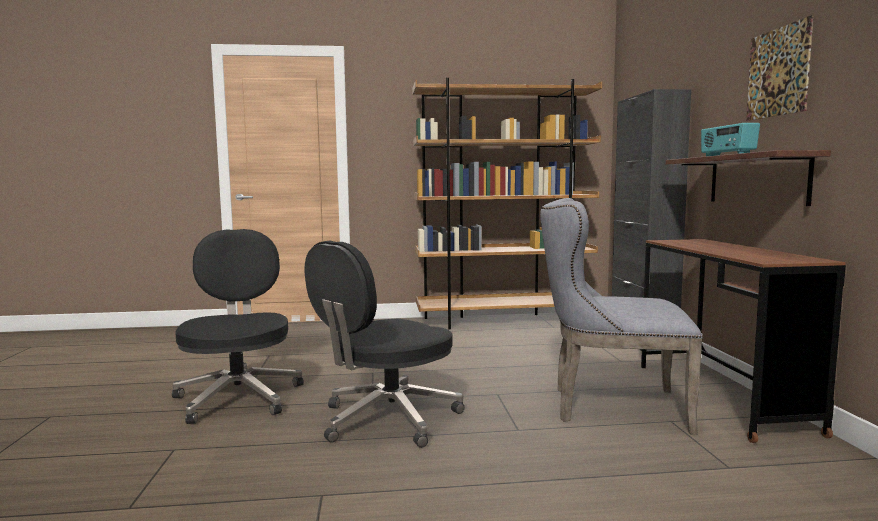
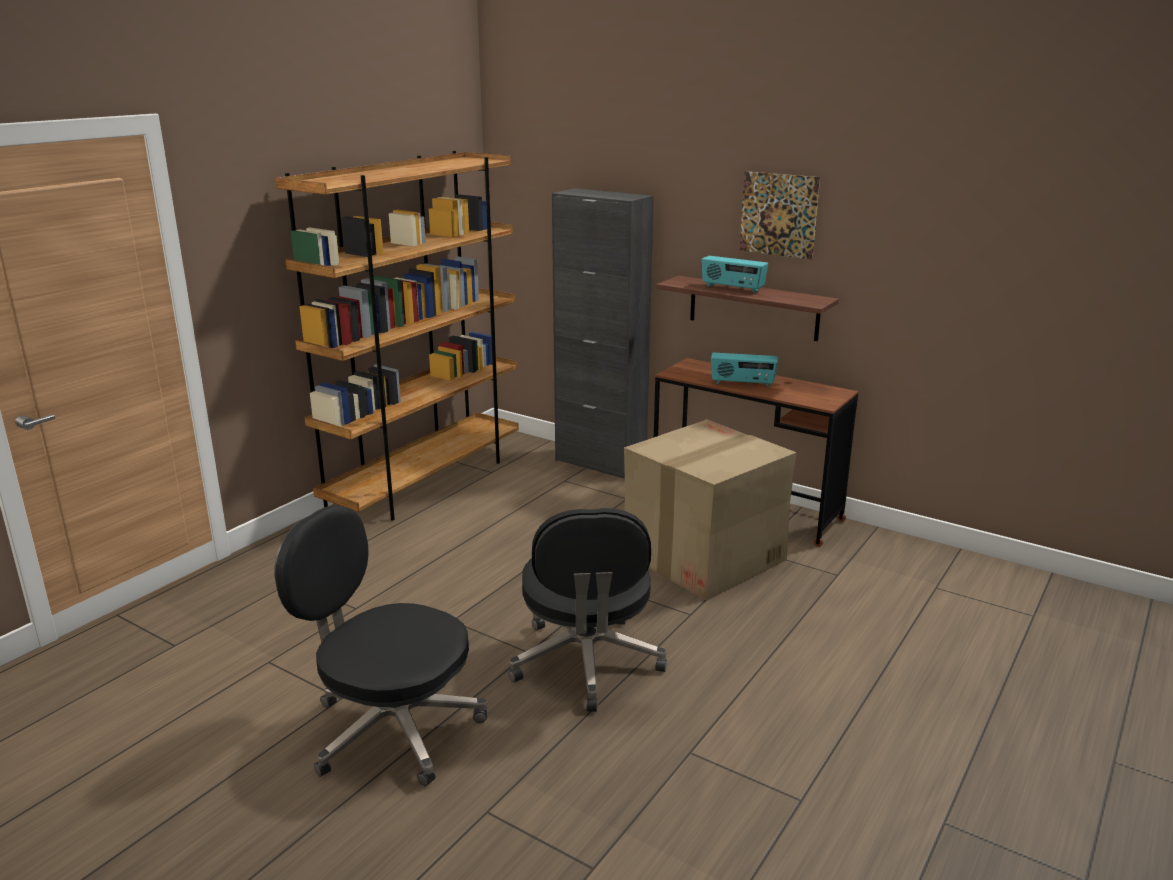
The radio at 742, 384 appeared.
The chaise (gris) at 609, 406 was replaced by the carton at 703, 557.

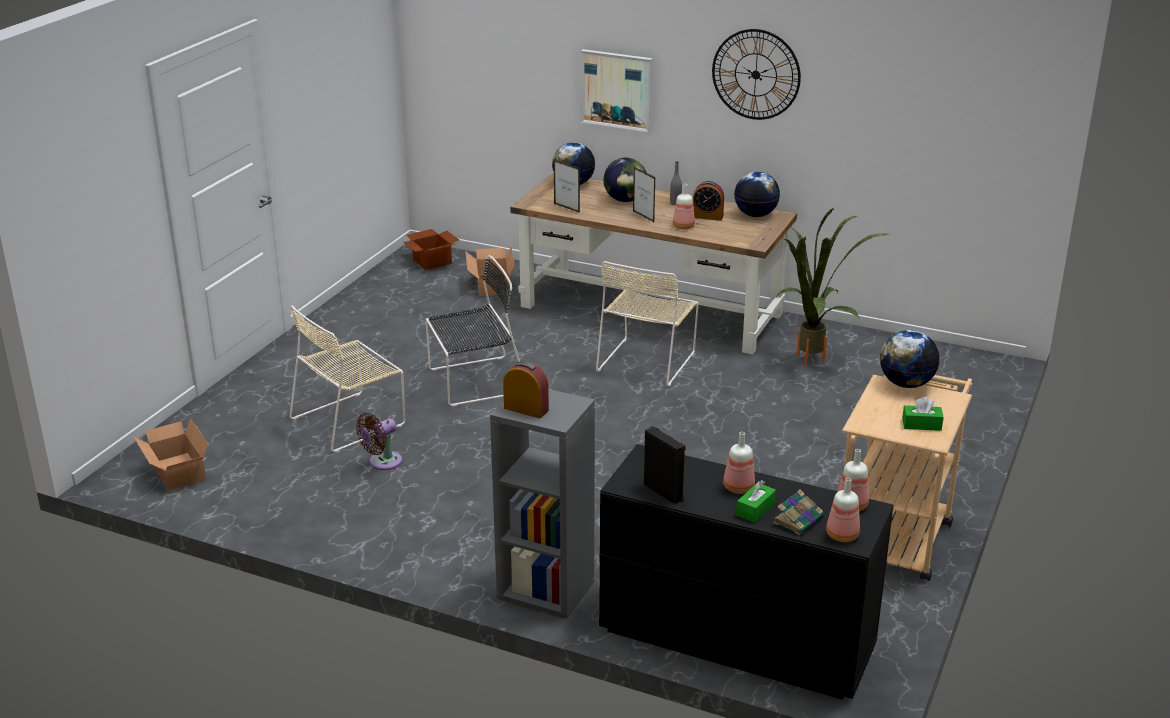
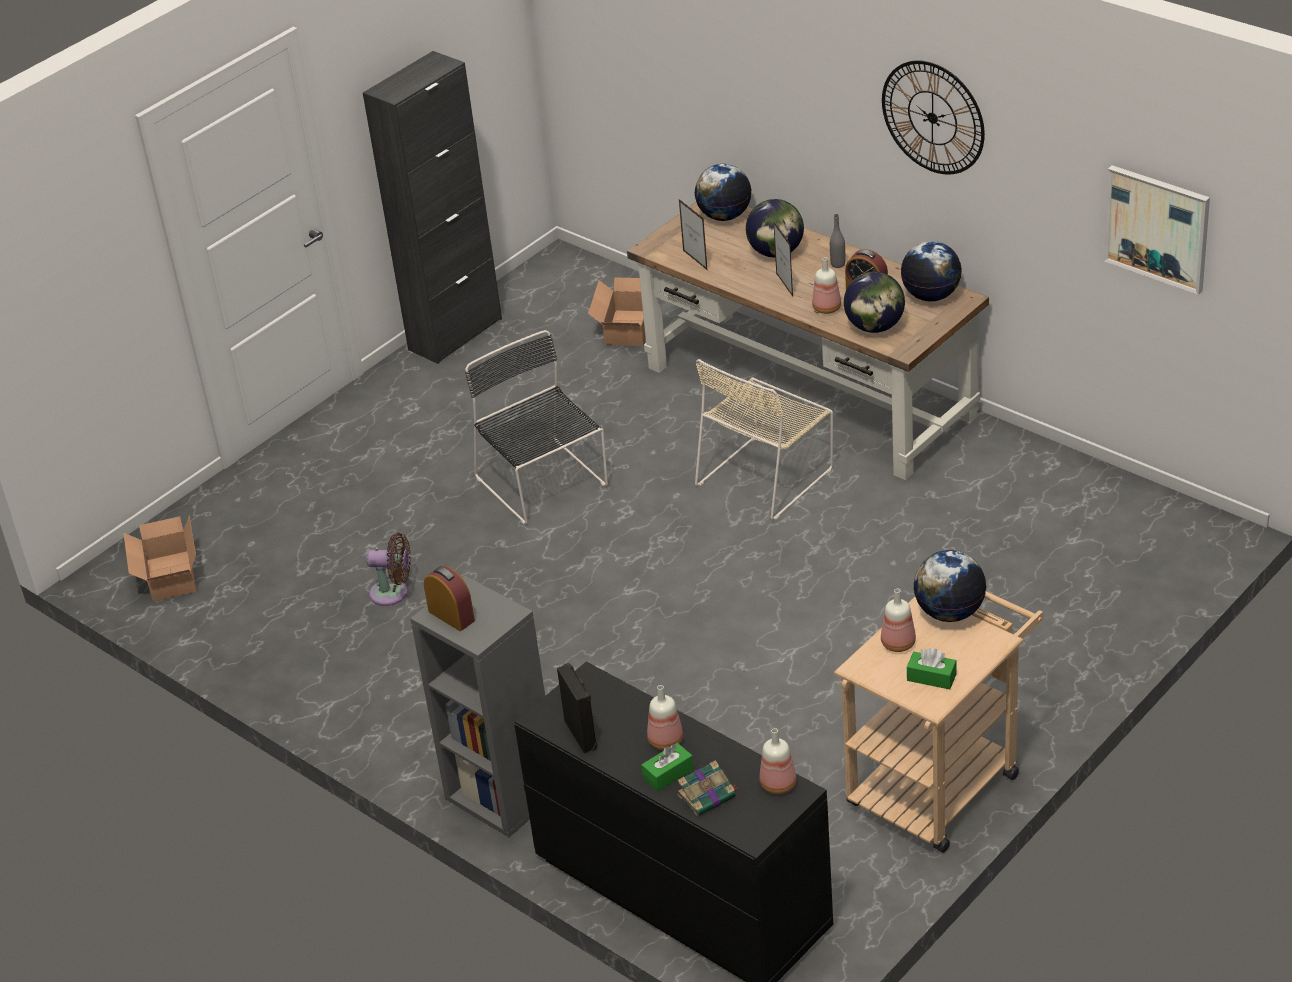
The chaise (beige) at 351, 420 disappeared.
The carton at 432, 261 disappeared.
The plante en pot at 811, 363 disappeared.
The meuble de rangement (noir) at 455, 334 appeared.
The globe at 874, 327 appeared.
The tableau moved from 617, 90 to 1157, 228.
The bouteille moved from 841, 535 to 897, 643.
The ventilateur (marron) at 382, 462 turned 150 degrees counterclockwise.
The chaise (noir) at 474, 381 turned 120 degrees counterclockwise.

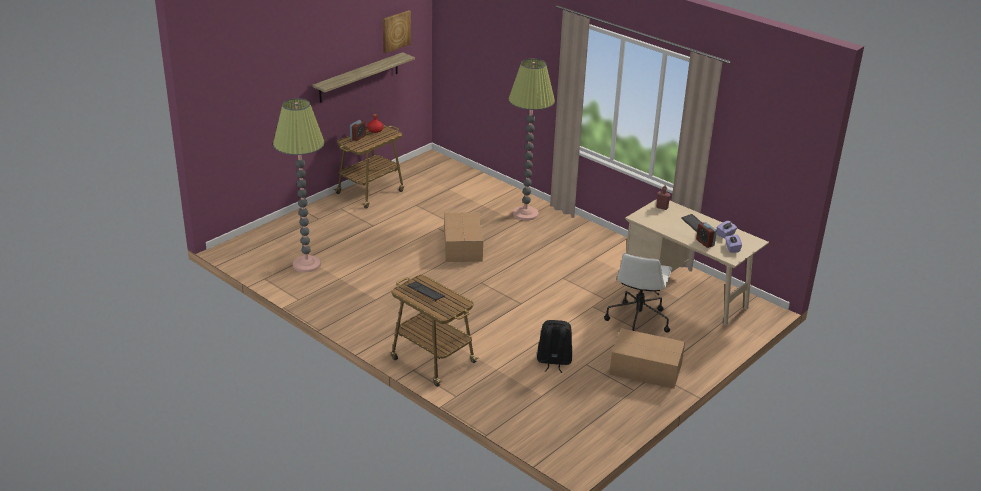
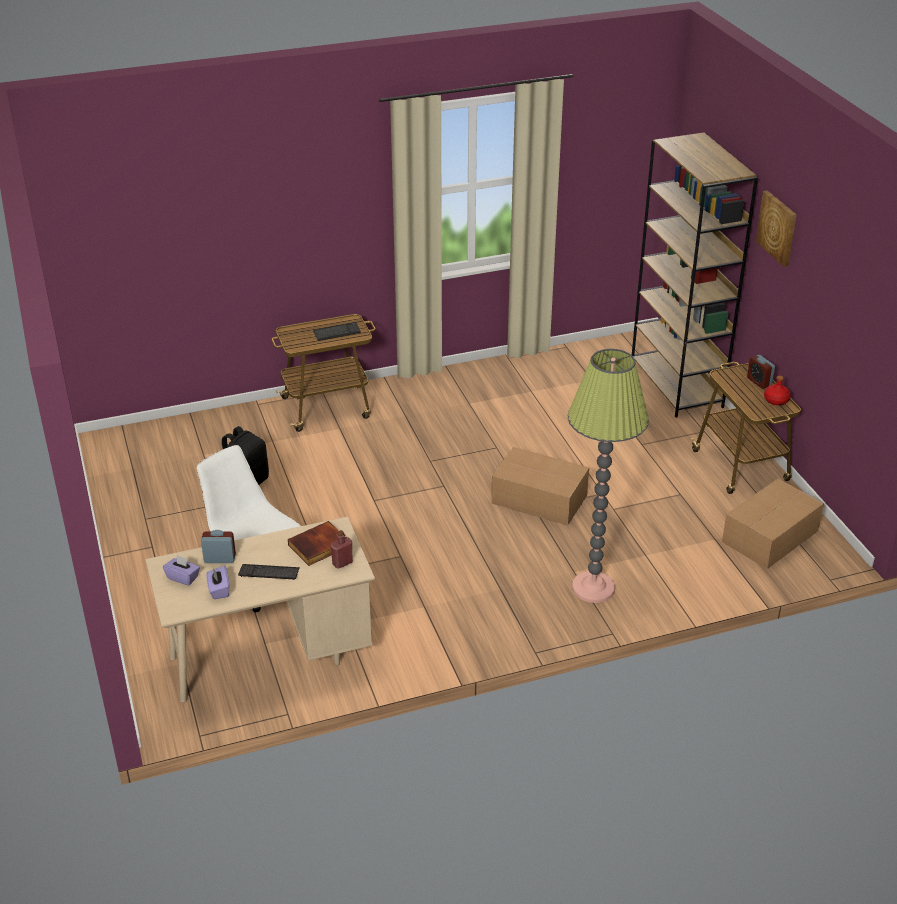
The lampadaire at 307, 264 disappeared.
The étagère at 359, 77 disappeared.
The livre at 319, 546 appeared.
The bibliothèque (marron) at 677, 385 appeared.
The tableau moved from 396, 31 to 777, 228.
The carton moved from 646, 369 to 768, 536.

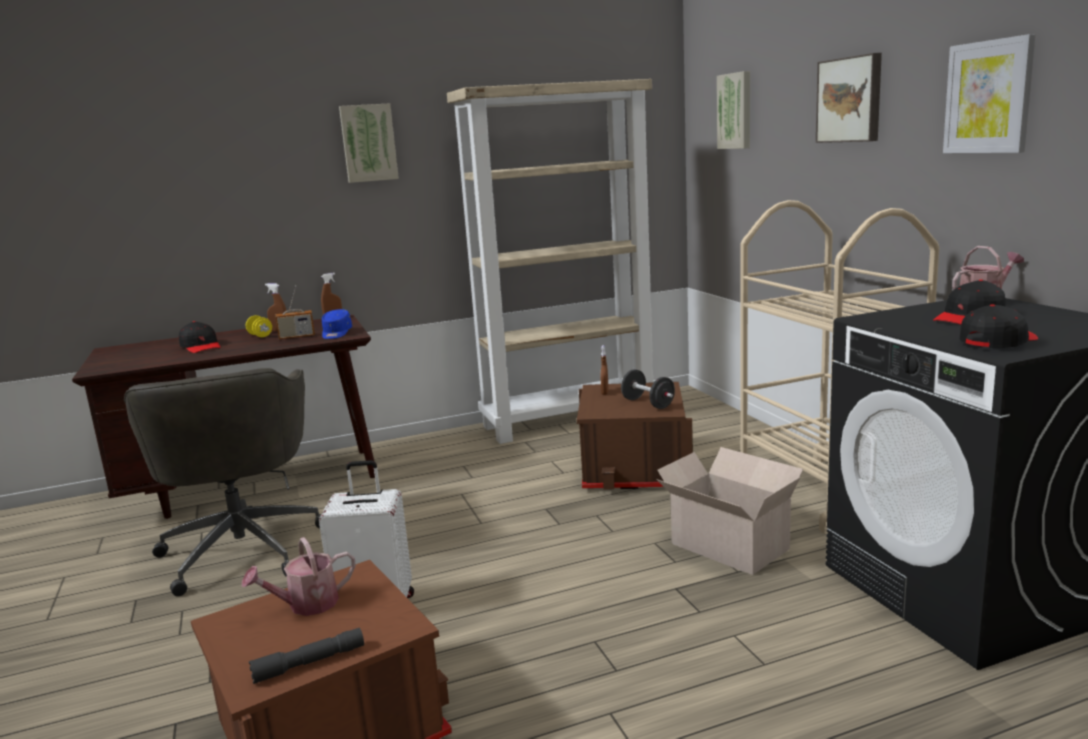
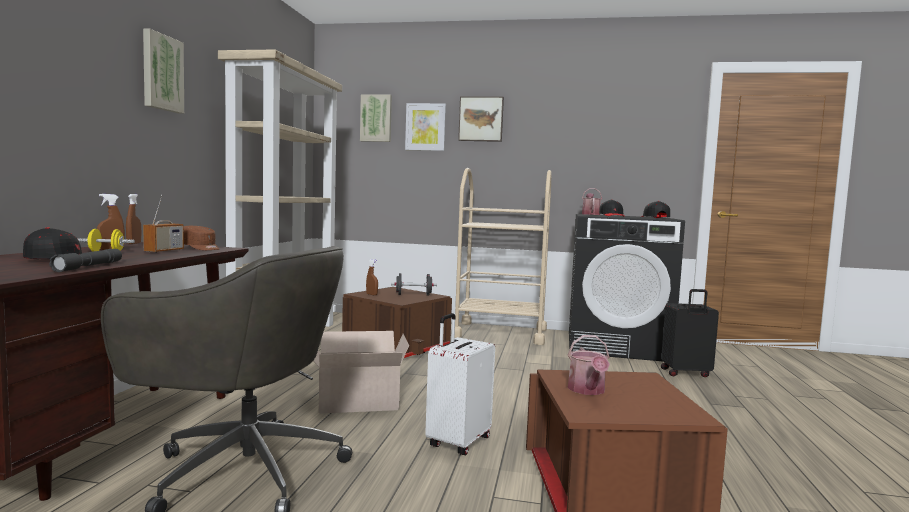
The valise (noir) at 685, 373 appeared.
The lampe de poche (gris) moved from 309, 663 to 89, 267.
The carton moved from 727, 545 to 355, 402.
The tableau moved from 989, 97 to 425, 127.
The casquette (bleu) at 336, 333 became the casquette (marron) at 201, 248.

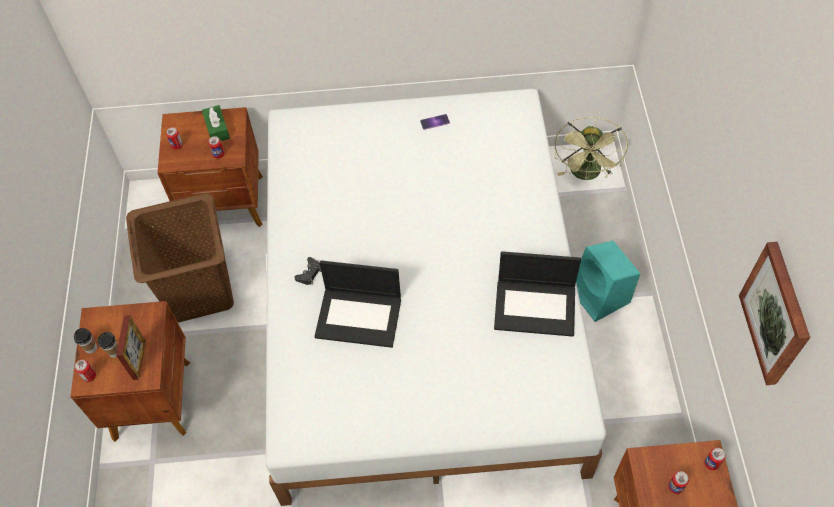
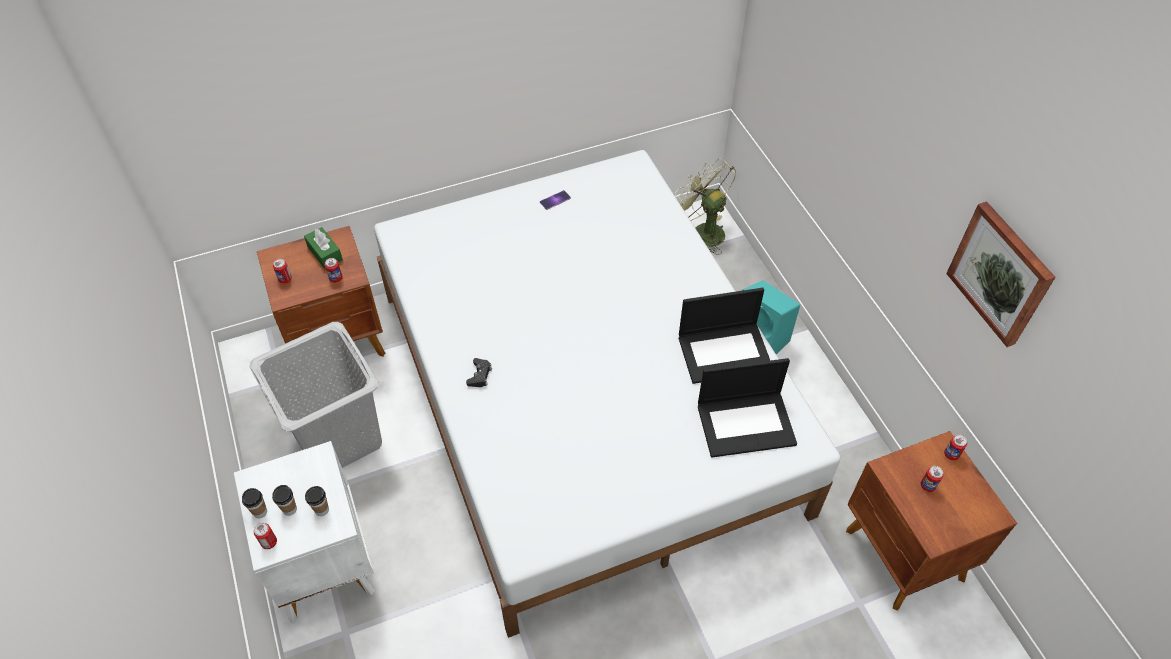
The ordinateur portable moved from 359, 317 to 746, 423.
The cadre photo at 139, 359 was replaced by the tasse at 322, 510.
The table de chevet (marron) at 154, 398 became the table de chevet (blanc) at 324, 564.
The panier à linge (marron) at 199, 290 became the panier à linge (gris) at 337, 437.
The ventilateur (vert) at 586, 174 turned 150 degrees clockwise.

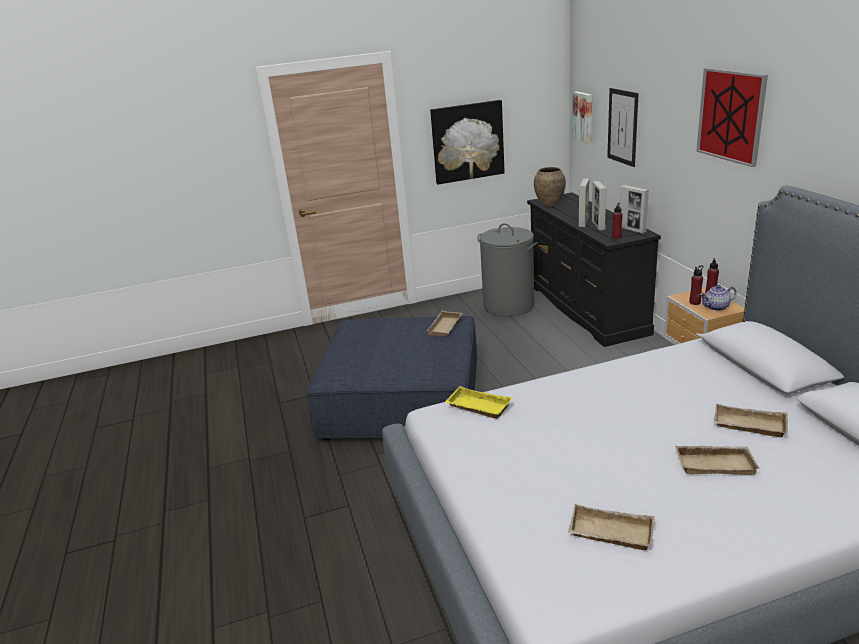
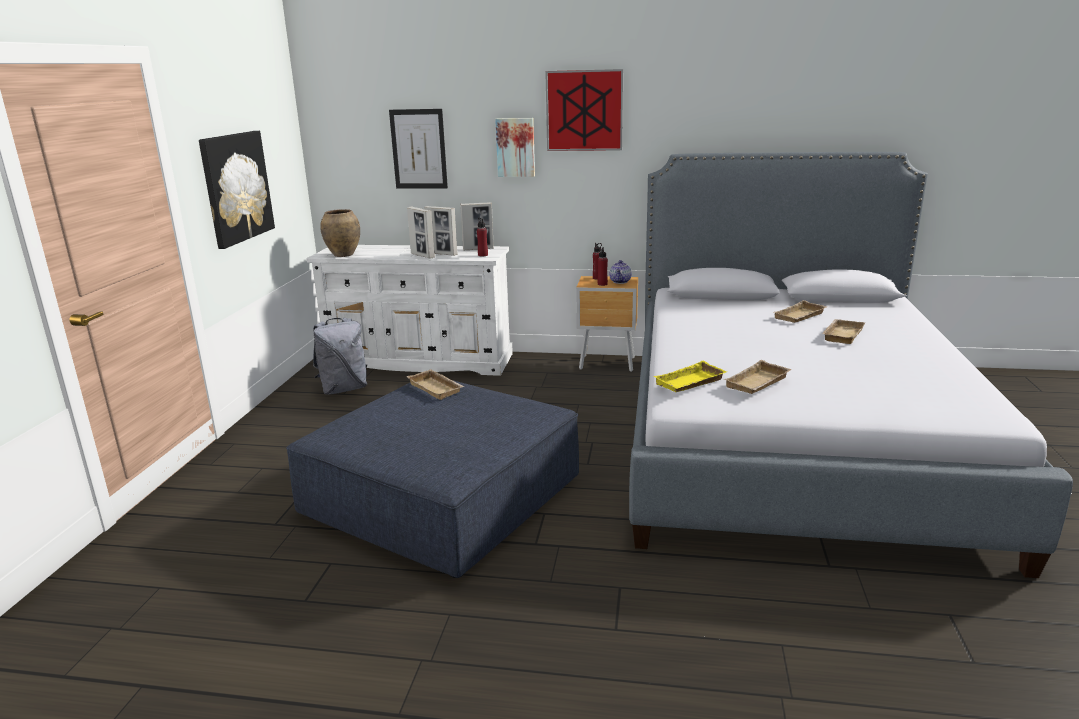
The plateau (beige) moved from 609, 534 to 758, 383.
The tableau moved from 584, 116 to 515, 147.
The panier à linge (gris) at 509, 305 was replaced by the sac à dos (gris) at 344, 389.
The commode (noir) at 586, 308 became the commode (blanc) at 420, 361.

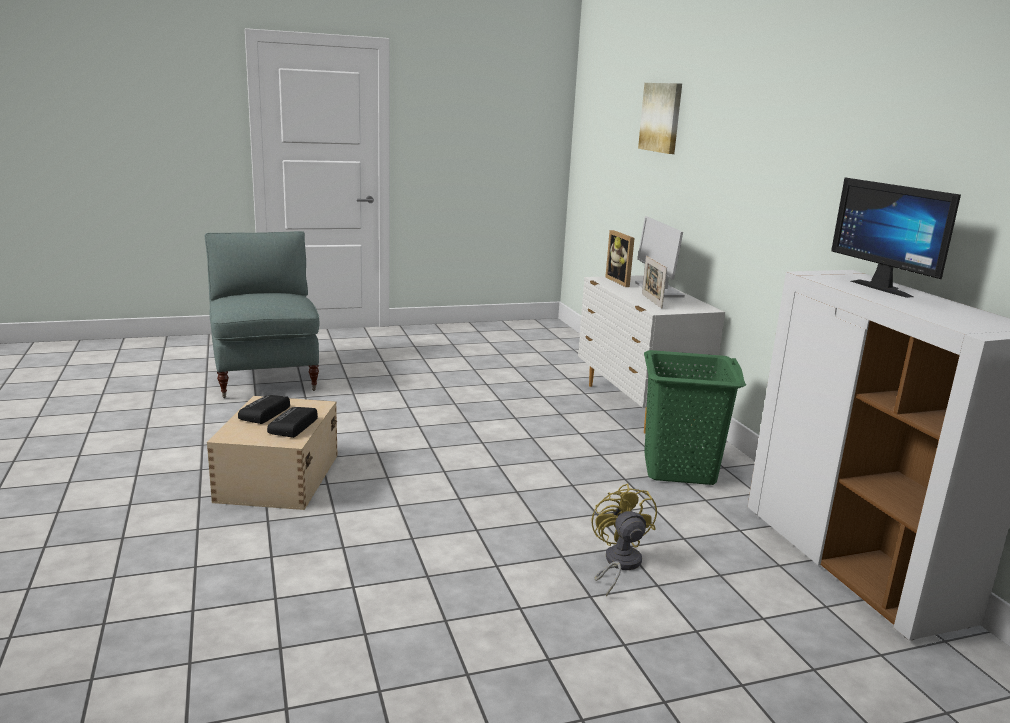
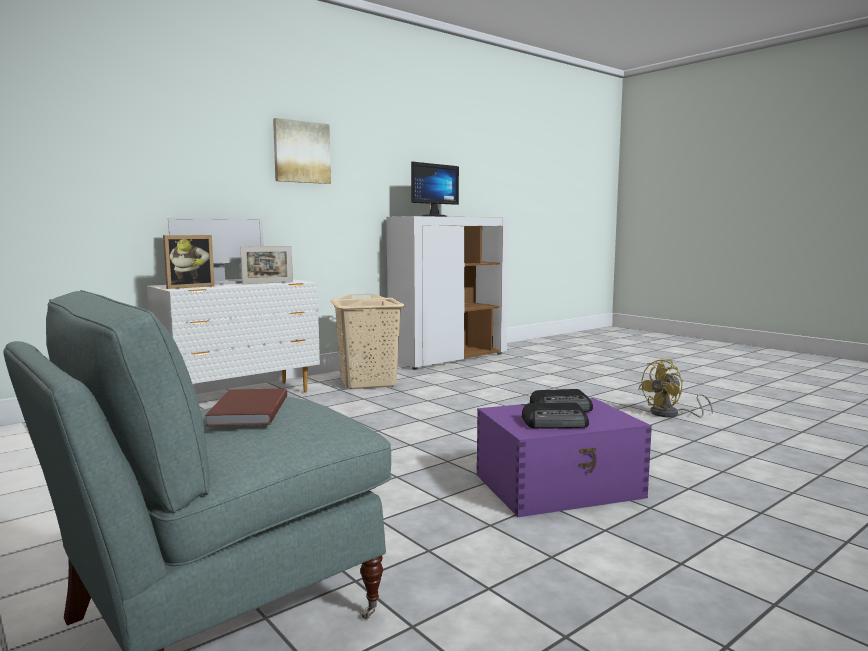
The livre (marron) at 246, 411 appeared.
The ventilateur (jaune) moved from 618, 564 to 670, 414.
The tableau moved from 661, 117 to 301, 152.
The boîte de rangement (beige) at 277, 478 became the boîte de rangement (violet) at 560, 486.
The panier à linge (vert) at 679, 469 became the panier à linge (beige) at 368, 382.

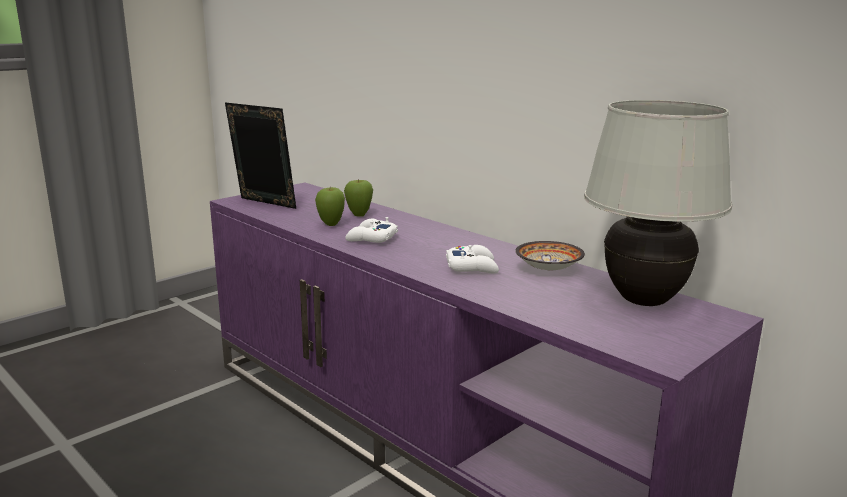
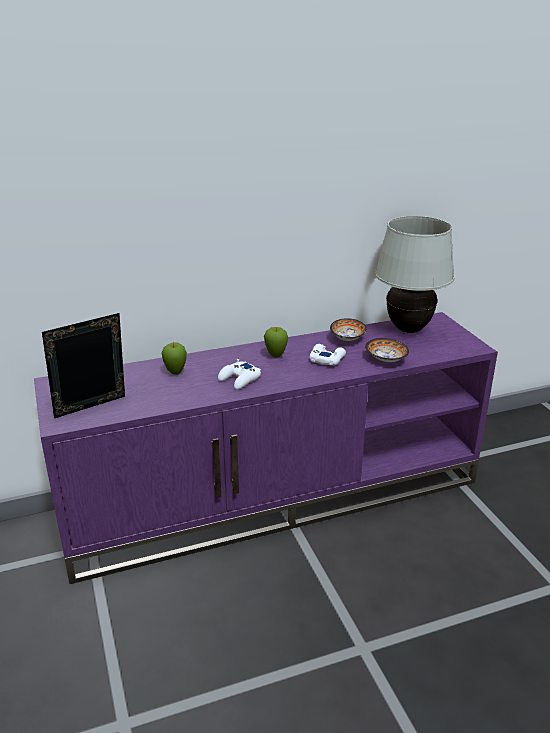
The bol at 386, 360 appeared.
The pomme moved from 331, 225 to 276, 356.

